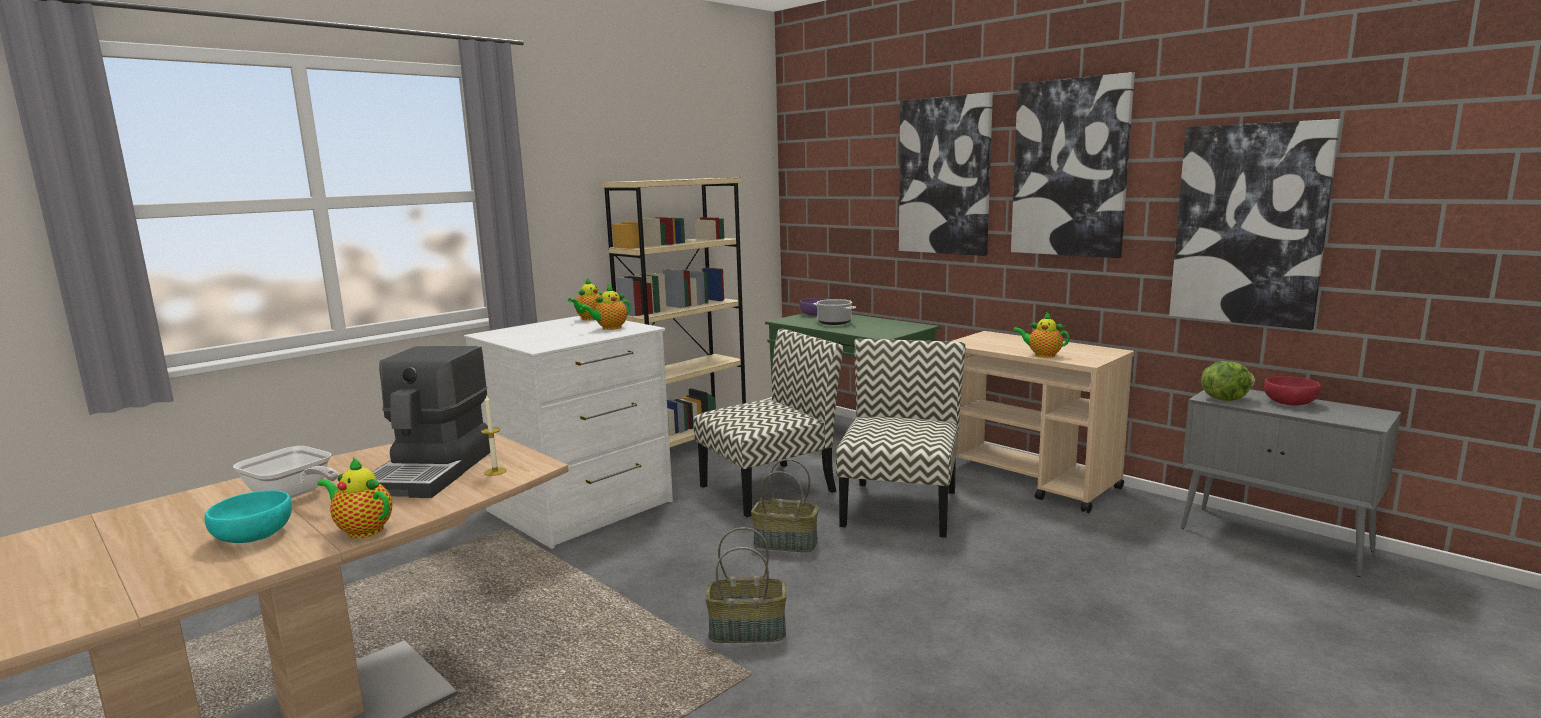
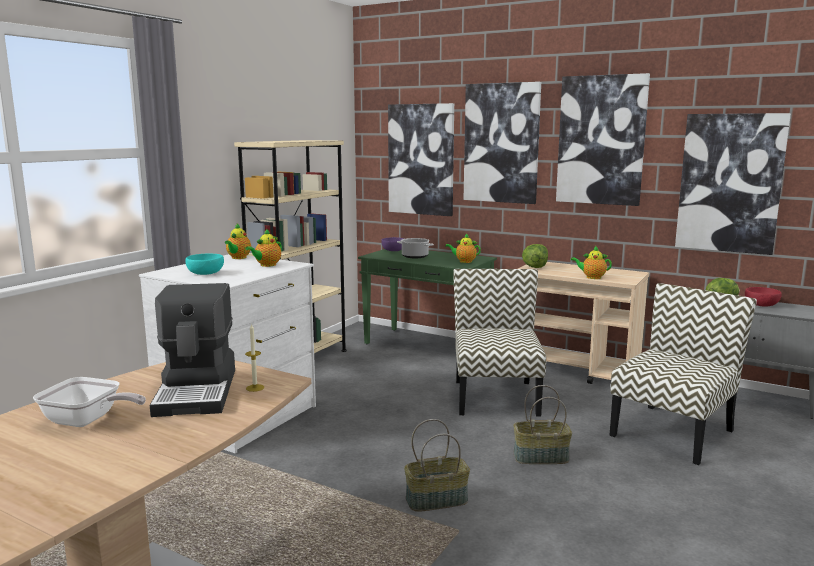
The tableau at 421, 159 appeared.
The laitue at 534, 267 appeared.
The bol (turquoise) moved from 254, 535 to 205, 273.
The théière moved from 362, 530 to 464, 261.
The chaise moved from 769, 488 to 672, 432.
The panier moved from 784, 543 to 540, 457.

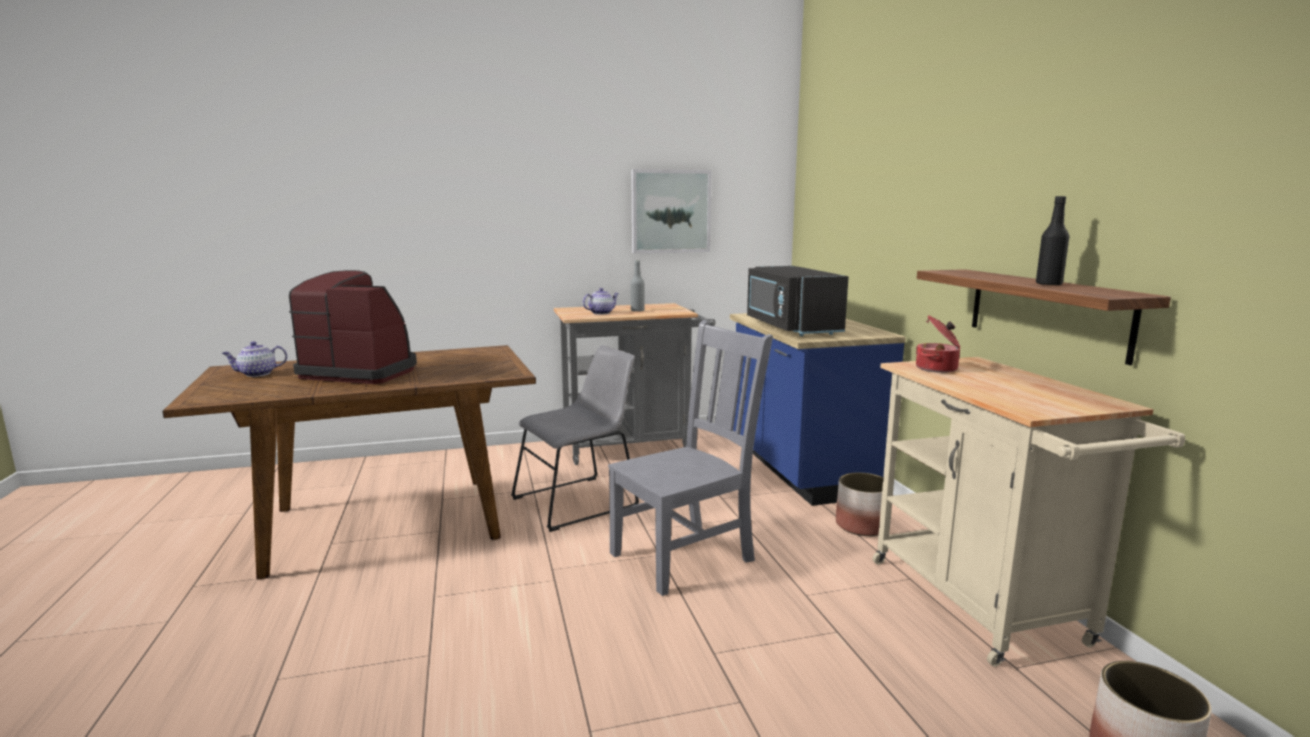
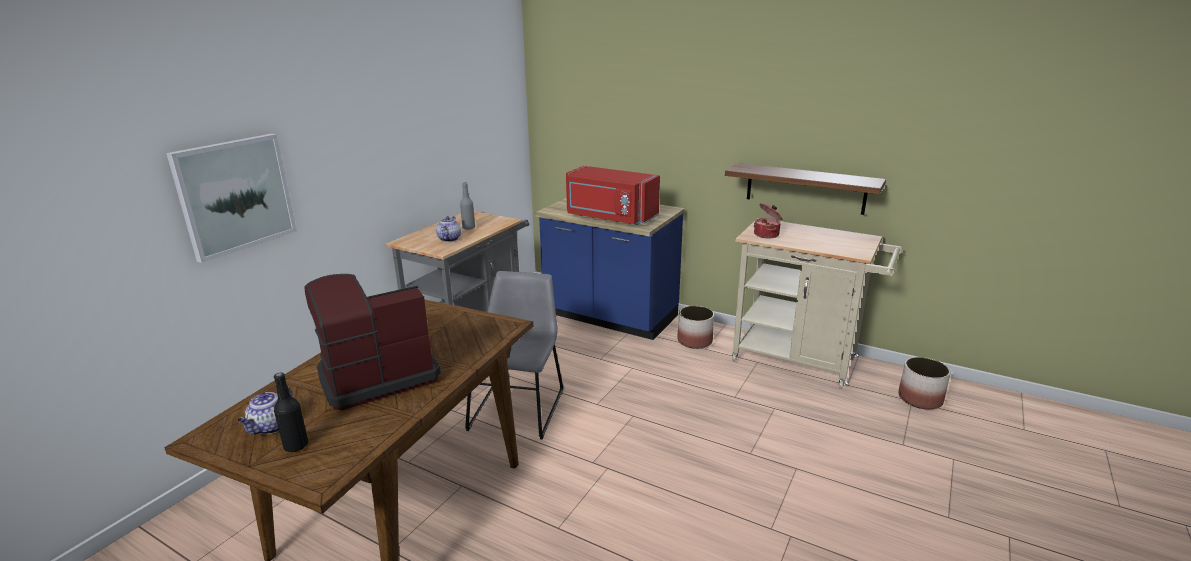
The chaise (gris) at 686, 556 disappeared.
The tableau moved from 670, 211 to 235, 195.
The bouteille (noir) moved from 1048, 284 to 296, 446.
The micro-ondes (noir) at 790, 327 became the micro-ondes (rouge) at 610, 217.

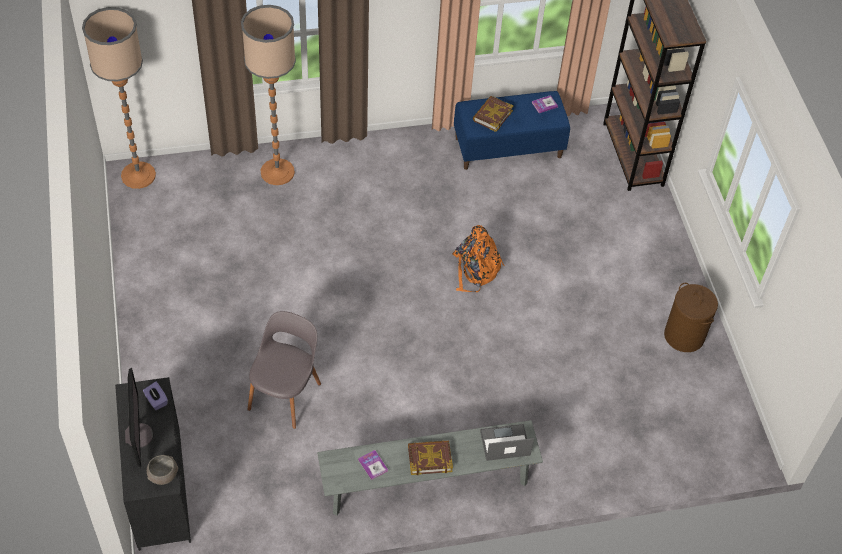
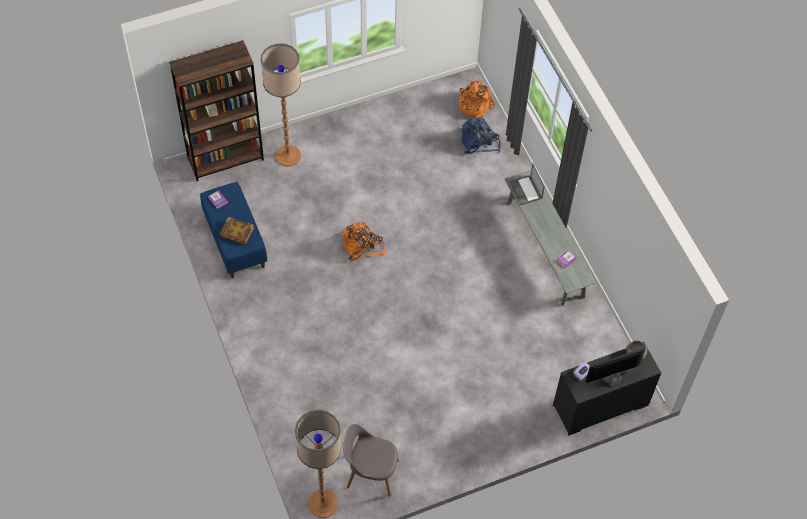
The livre at 429, 458 disappeared.
The panier à linge (marron) at 684, 336 disappeared.
The sac à dos (orange) at 473, 105 appeared.
The sac à dos (bleu) at 479, 142 appeared.
The lampadaire moved from 277, 172 to 288, 156.
The chaise (gris) moved from 285, 394 to 371, 473.

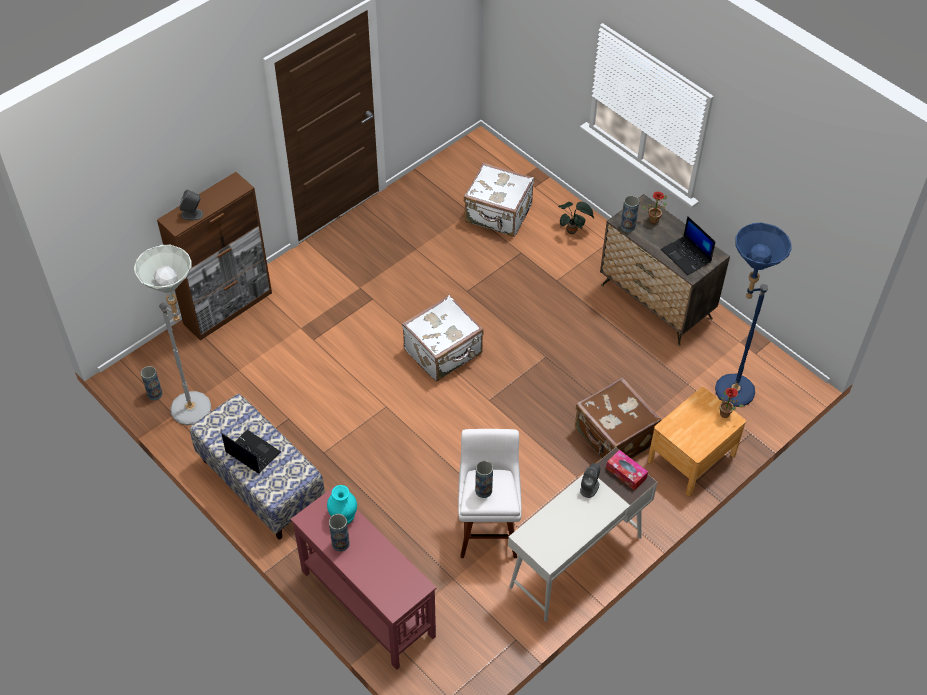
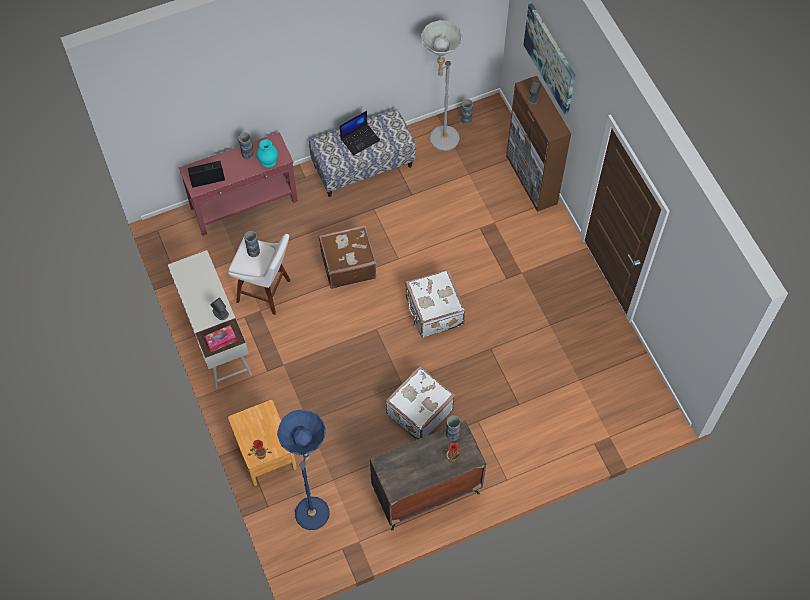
The plante en pot at 573, 230 disappeared.
The tableau at 550, 58 appeared.
The valise (blanc) moved from 498, 215 to 418, 411.
The valise (marron) moved from 614, 437 to 347, 265.
The ordinateur portable moved from 686, 256 to 206, 175.

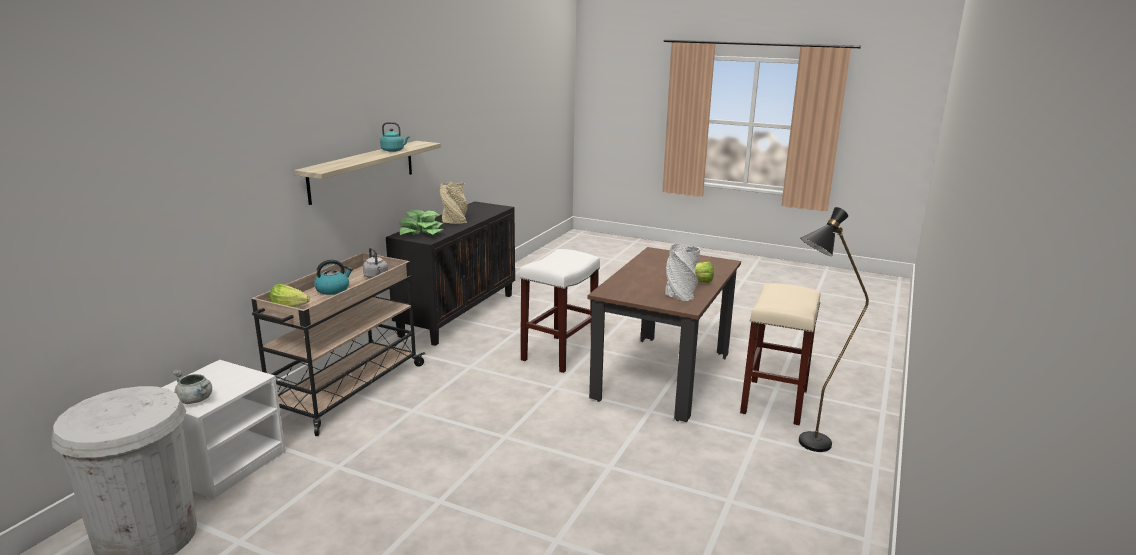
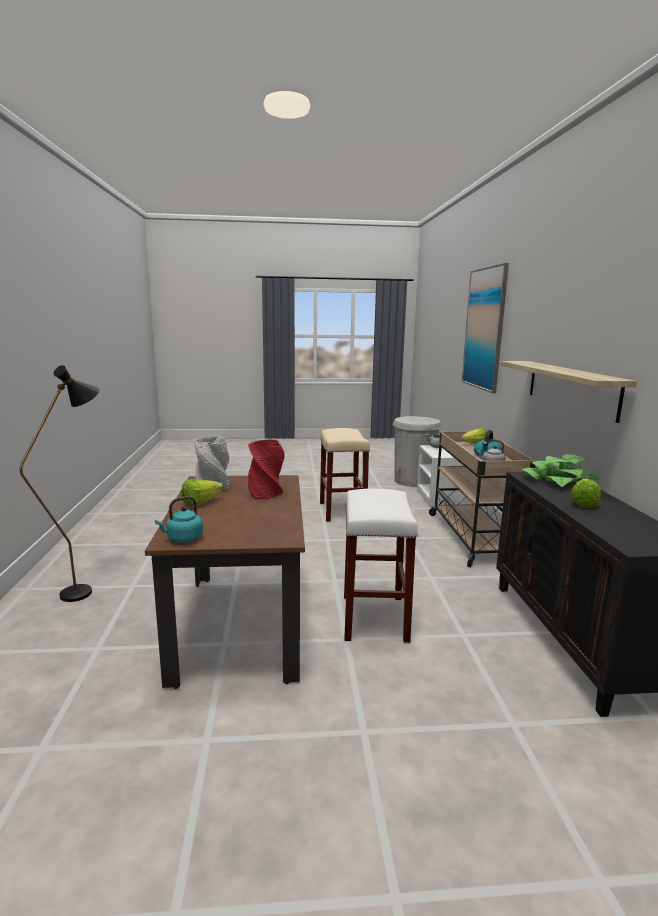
The vase (rouge) at 266, 493 appeared.
The tableau at 484, 329 appeared.
The bouilloire (turquoise) moved from 394, 150 to 183, 539.
The tabouret (beige) moved from 774, 402 to 341, 511.
The vase (beige) at 455, 221 was replaced by the laitue at 585, 502.

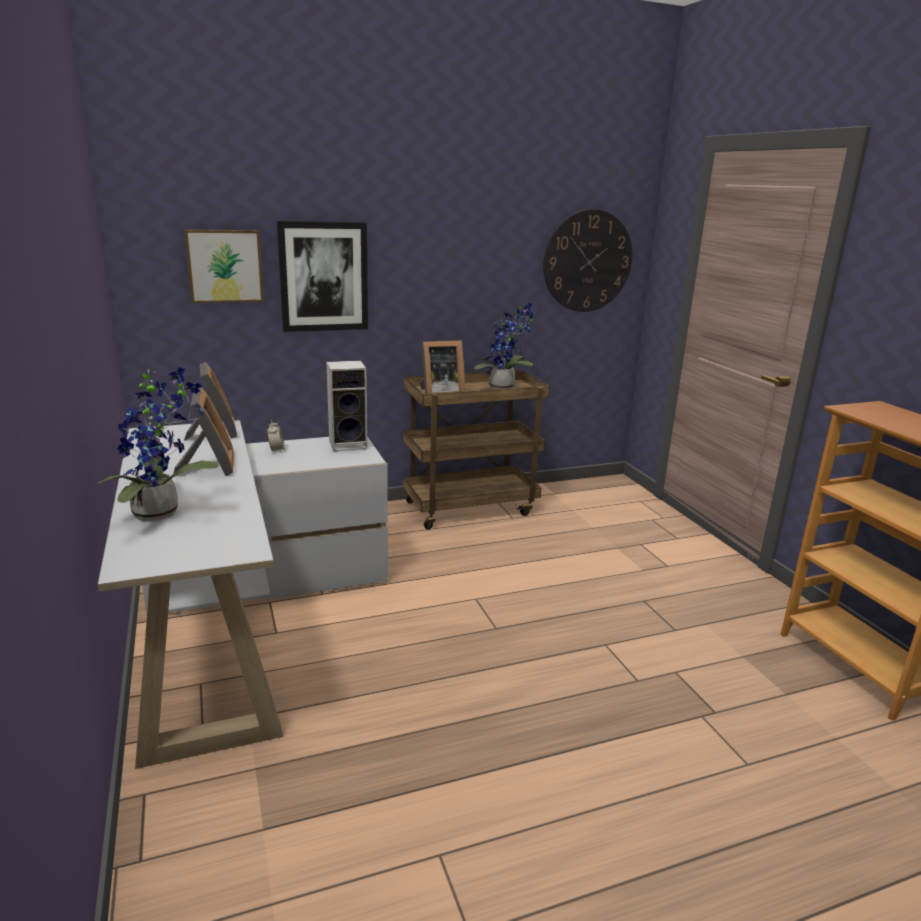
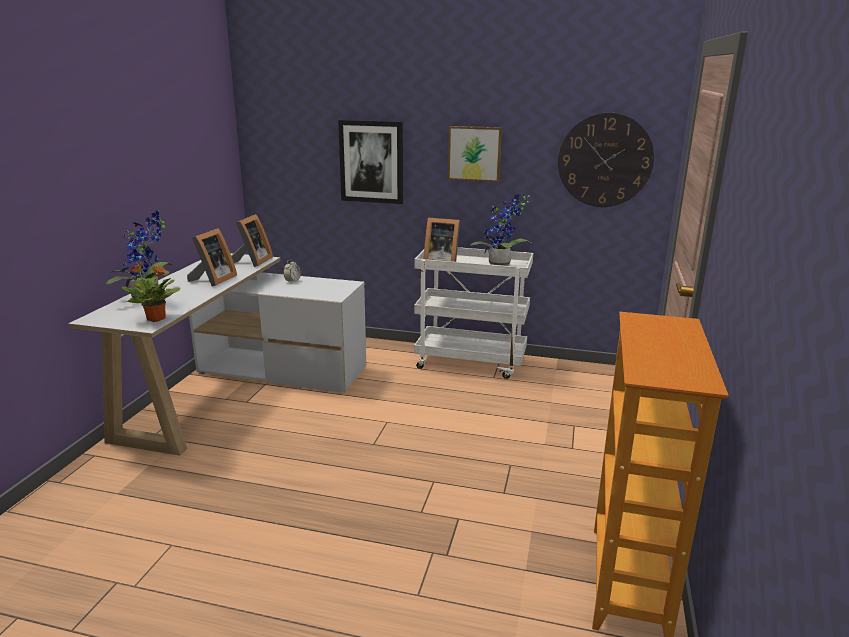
The enceinte at 349, 444 disappeared.
The plante en pot at 157, 319 appeared.
The tableau moved from 225, 266 to 475, 153.
The chariot (marron) at 470, 507 became the chariot (blanc) at 471, 362.

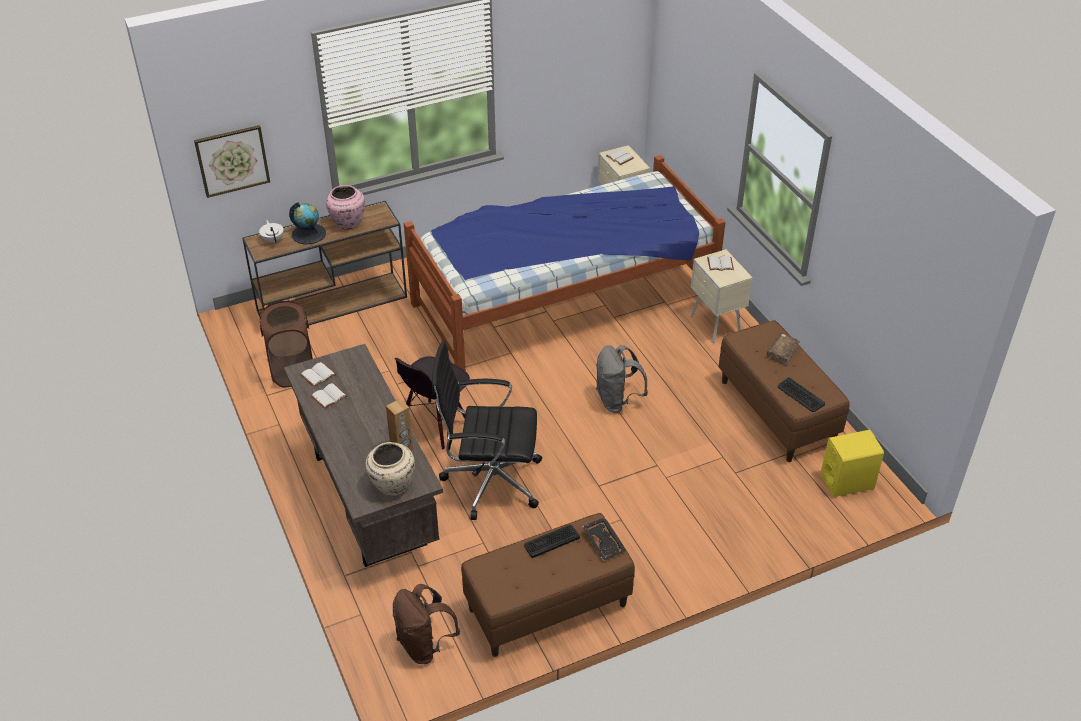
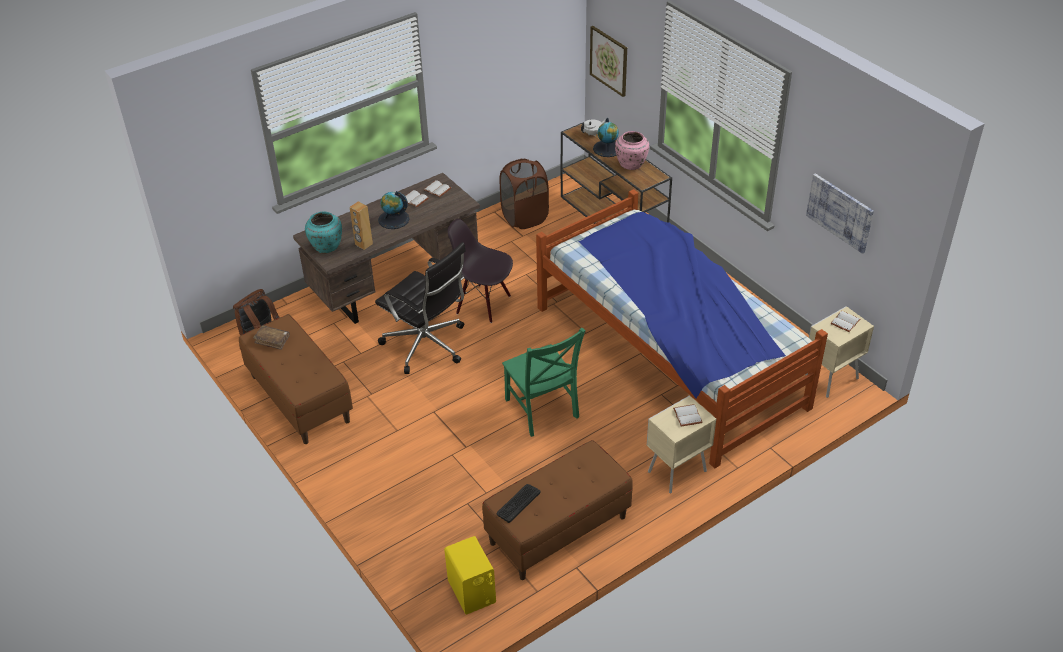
The clavier at 551, 541 disappeared.
The plateau (noir) at 604, 542 disappeared.
The globe at 393, 219 appeared.
The tableau at 840, 212 appeared.
The livre (marron) moved from 782, 352 to 272, 340.
The sac à dos (gris) at 617, 401 was replaced by the chaise (vert) at 542, 410.
The vase (beige) at 392, 485 became the vase (turquoise) at 326, 246.
The chaise de bureau (noir) at 489, 481 turned 135 degrees clockwise.

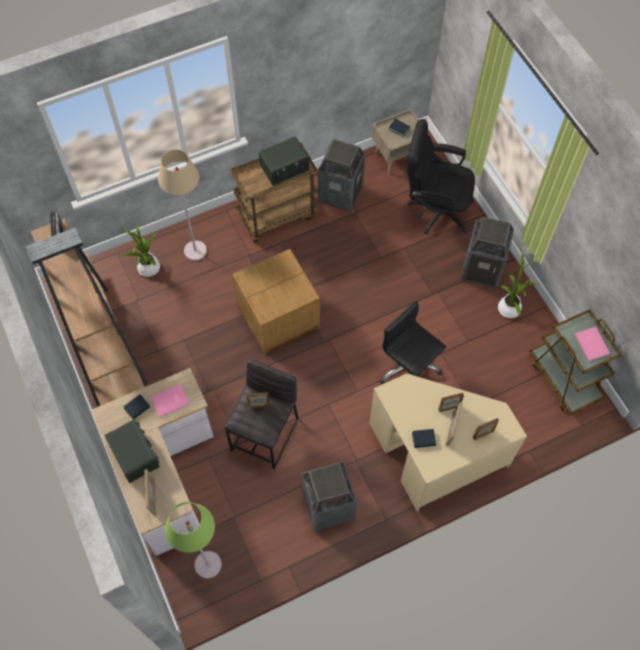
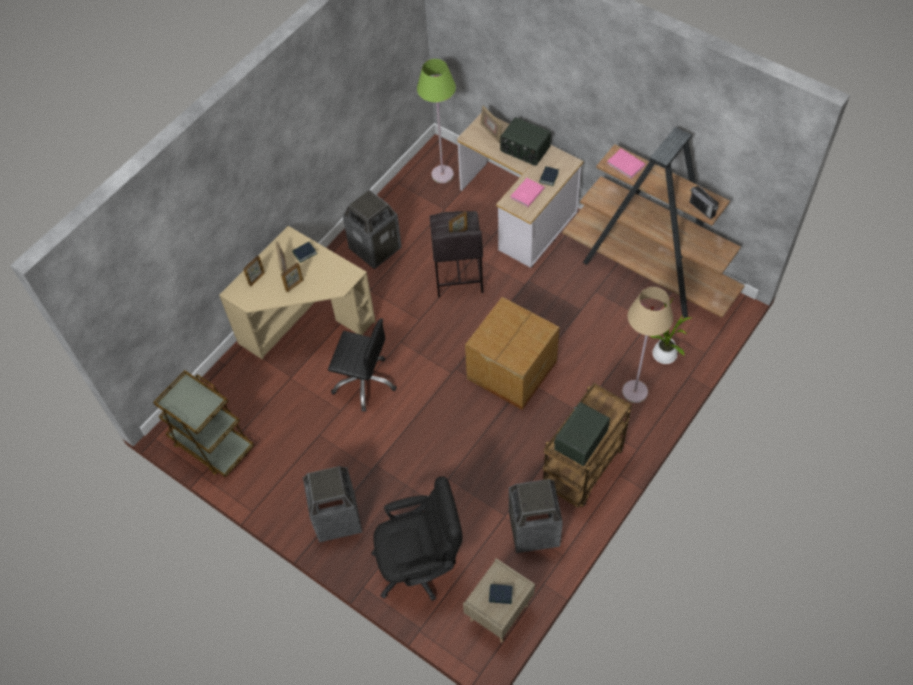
The plante en pot at 509, 307 disappeared.
The livre (rose) moved from 592, 343 to 625, 165.

